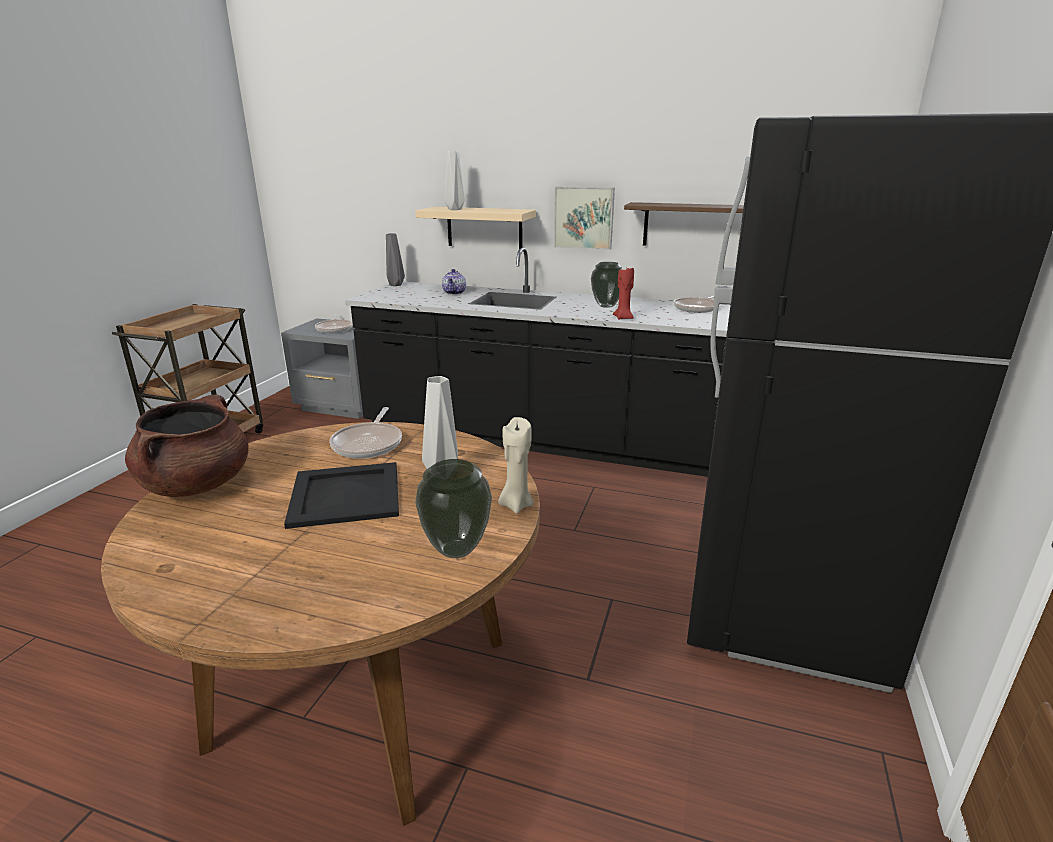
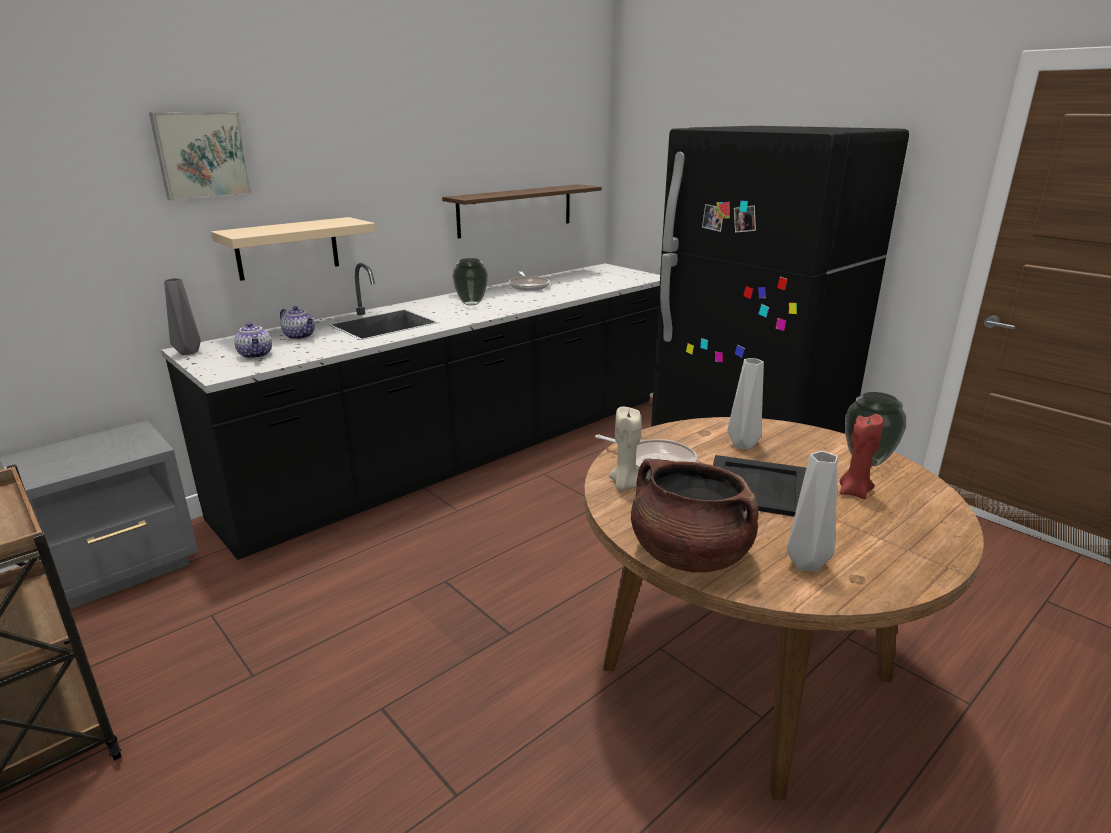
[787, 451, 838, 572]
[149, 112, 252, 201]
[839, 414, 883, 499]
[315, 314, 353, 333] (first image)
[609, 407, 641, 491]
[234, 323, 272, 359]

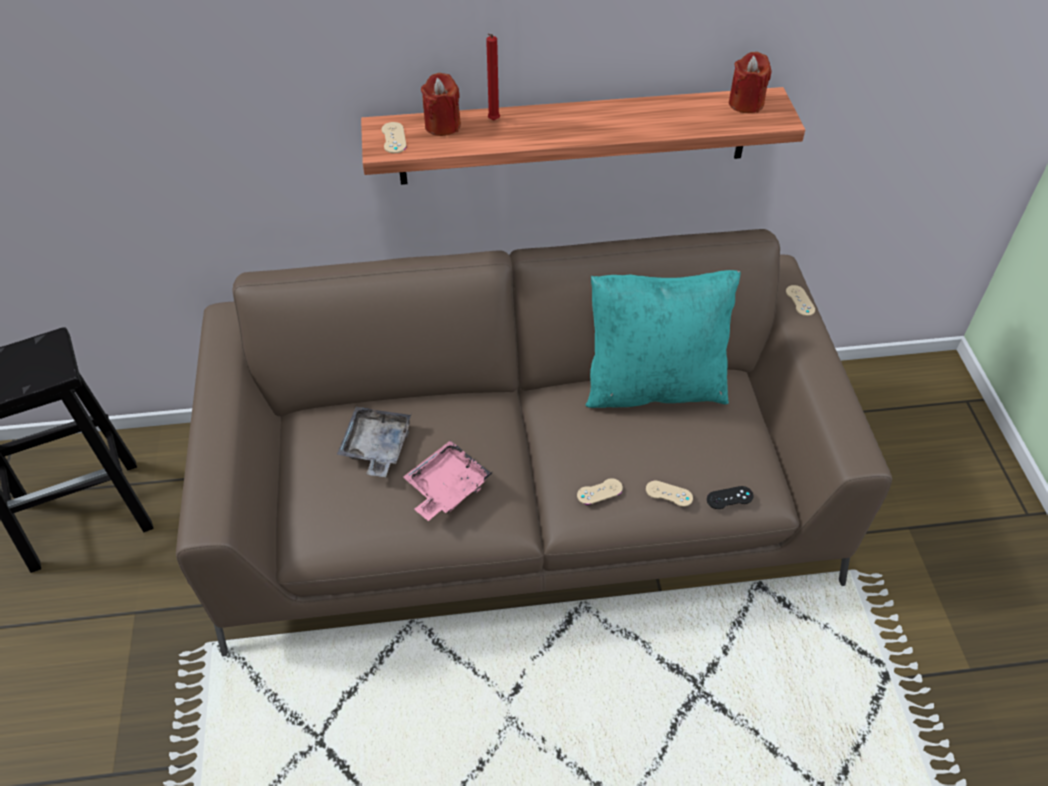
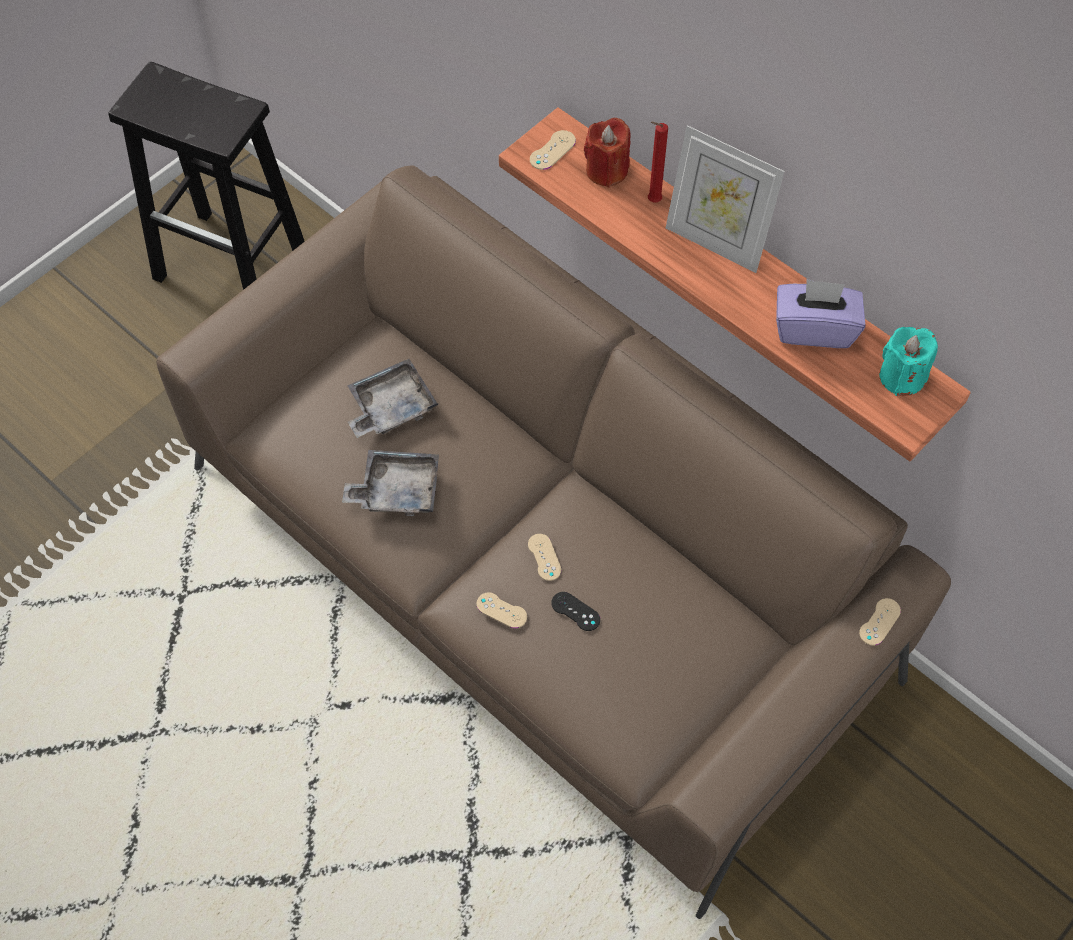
[879, 327, 938, 396]
[585, 270, 741, 408] (first image)
[342, 450, 439, 516]
[528, 534, 562, 581]
[551, 592, 600, 631]
[666, 125, 785, 273]
[776, 279, 865, 348]

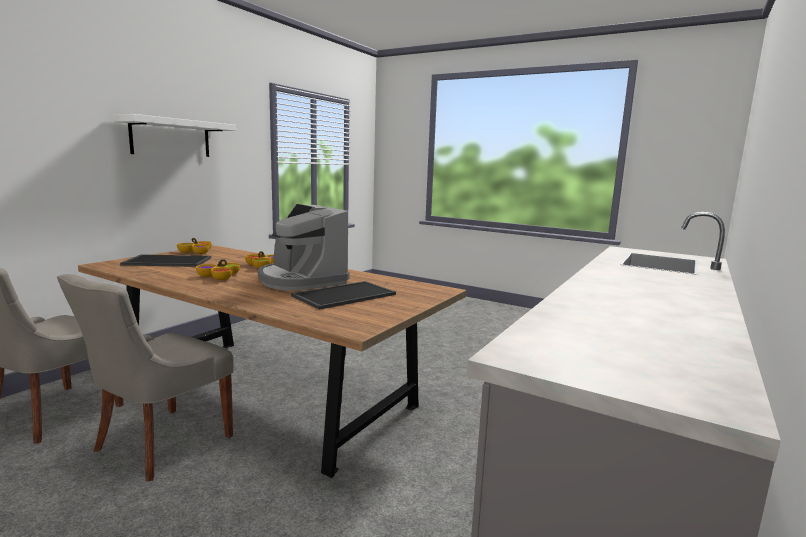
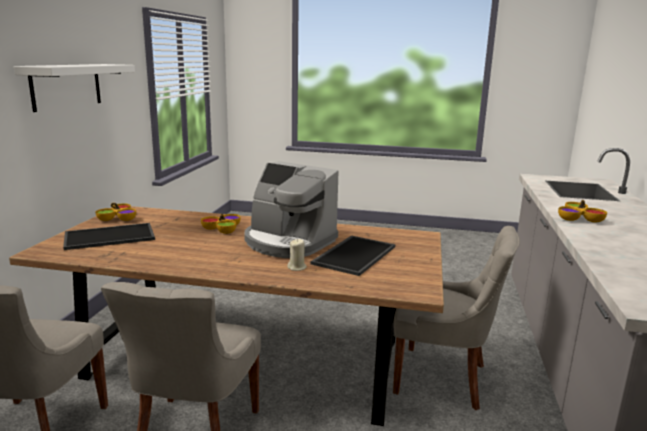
[558, 200, 607, 222]
[393, 226, 520, 410]
[288, 239, 307, 271]

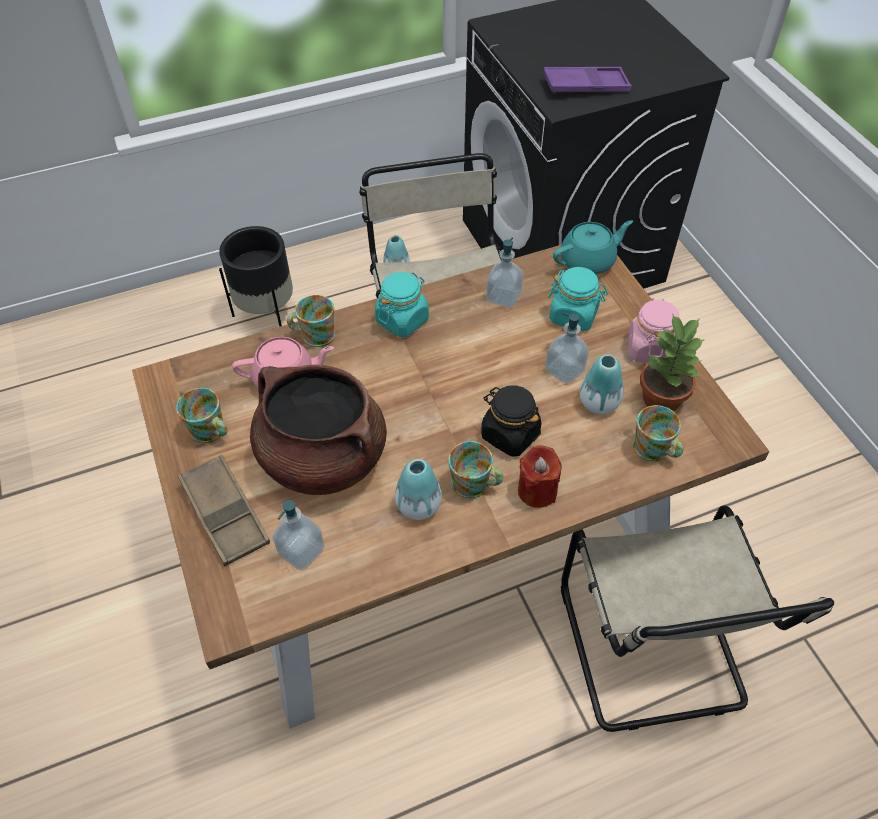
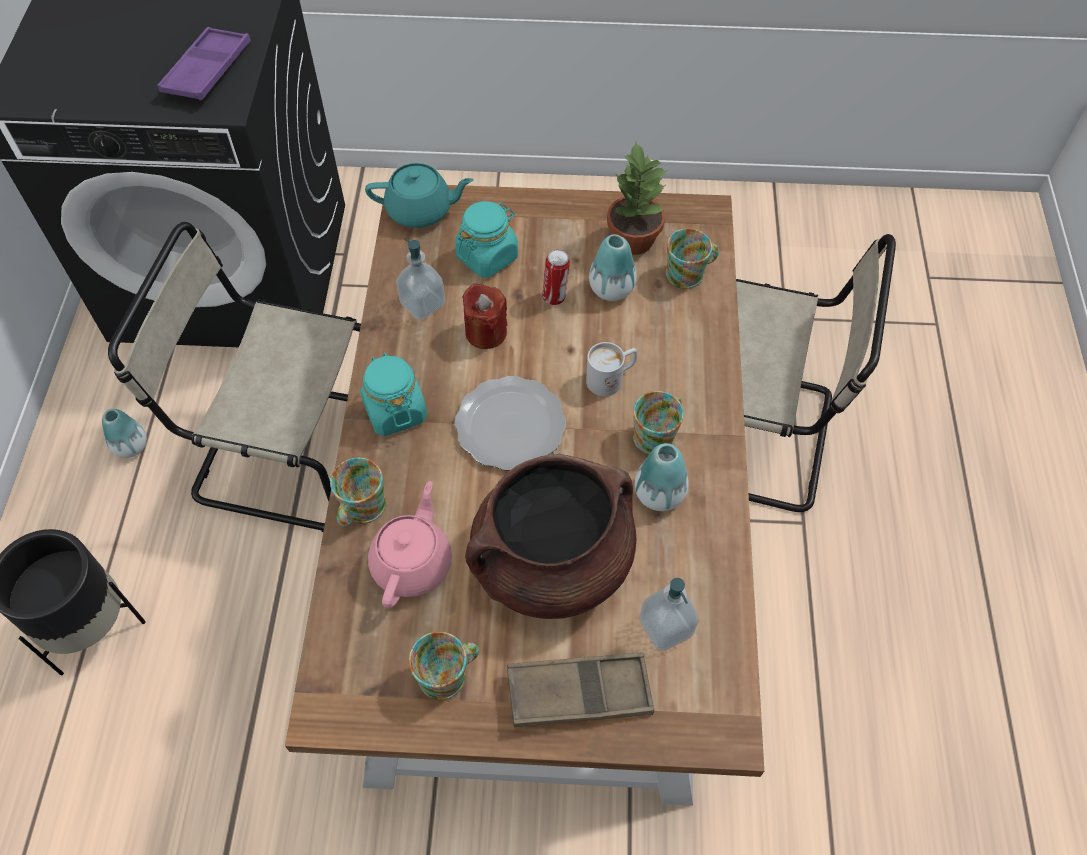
[365, 163, 473, 228]
[629, 298, 680, 363] (first image)
[542, 249, 570, 305]
[586, 342, 637, 396]
[462, 283, 507, 349]
[454, 376, 566, 470]

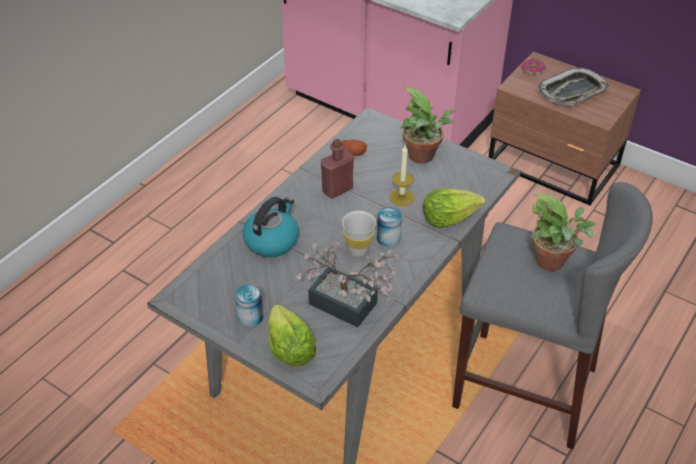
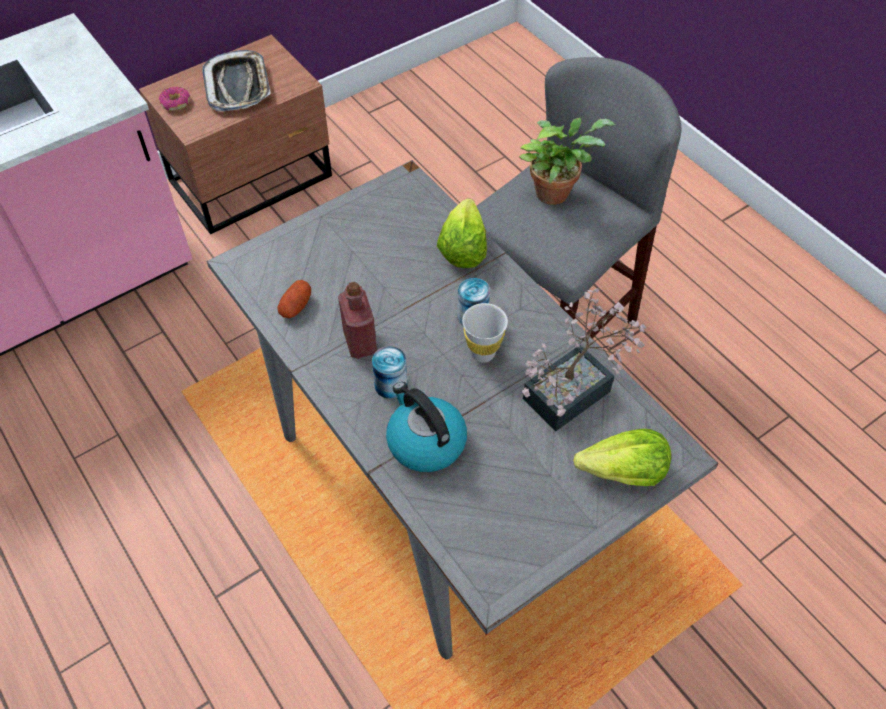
[400, 87, 455, 164] (first image)
[389, 145, 414, 206] (first image)
[372, 346, 407, 399]

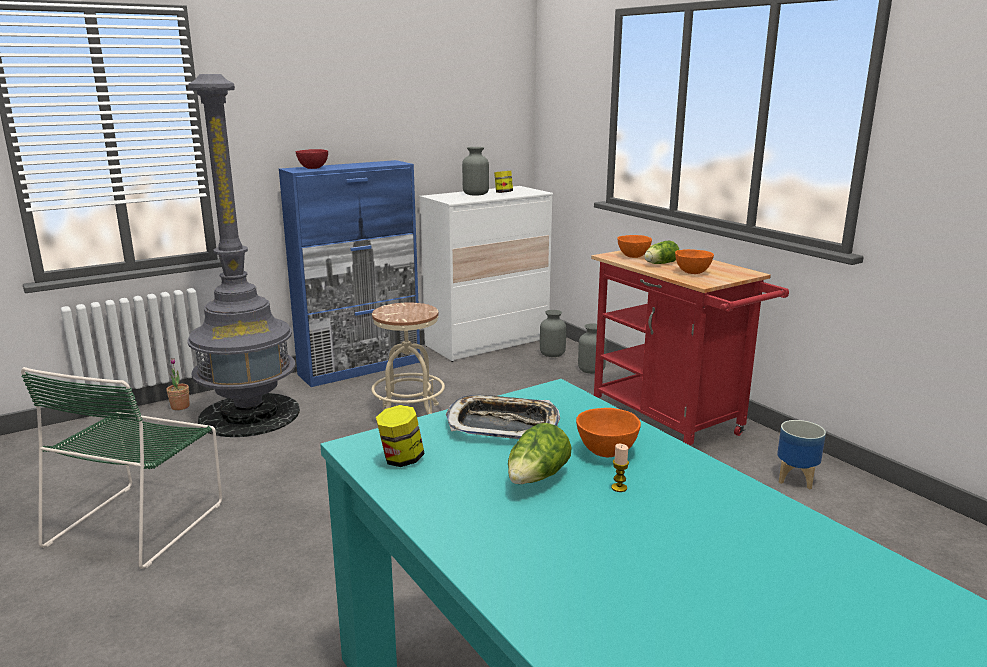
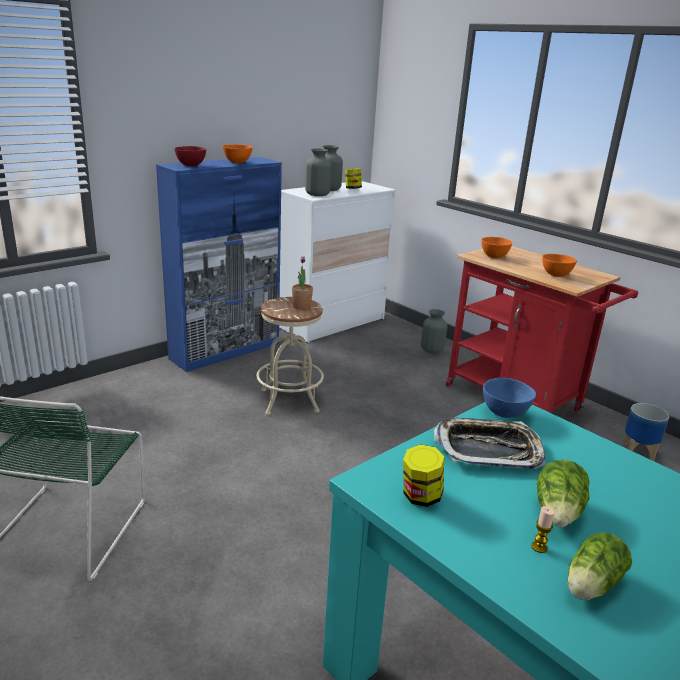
[187, 74, 300, 437] (first image)
[568, 532, 632, 600]
[305, 148, 332, 196]
[292, 256, 313, 310]
[223, 145, 253, 164]
[531, 506, 554, 553]
[483, 378, 536, 418]

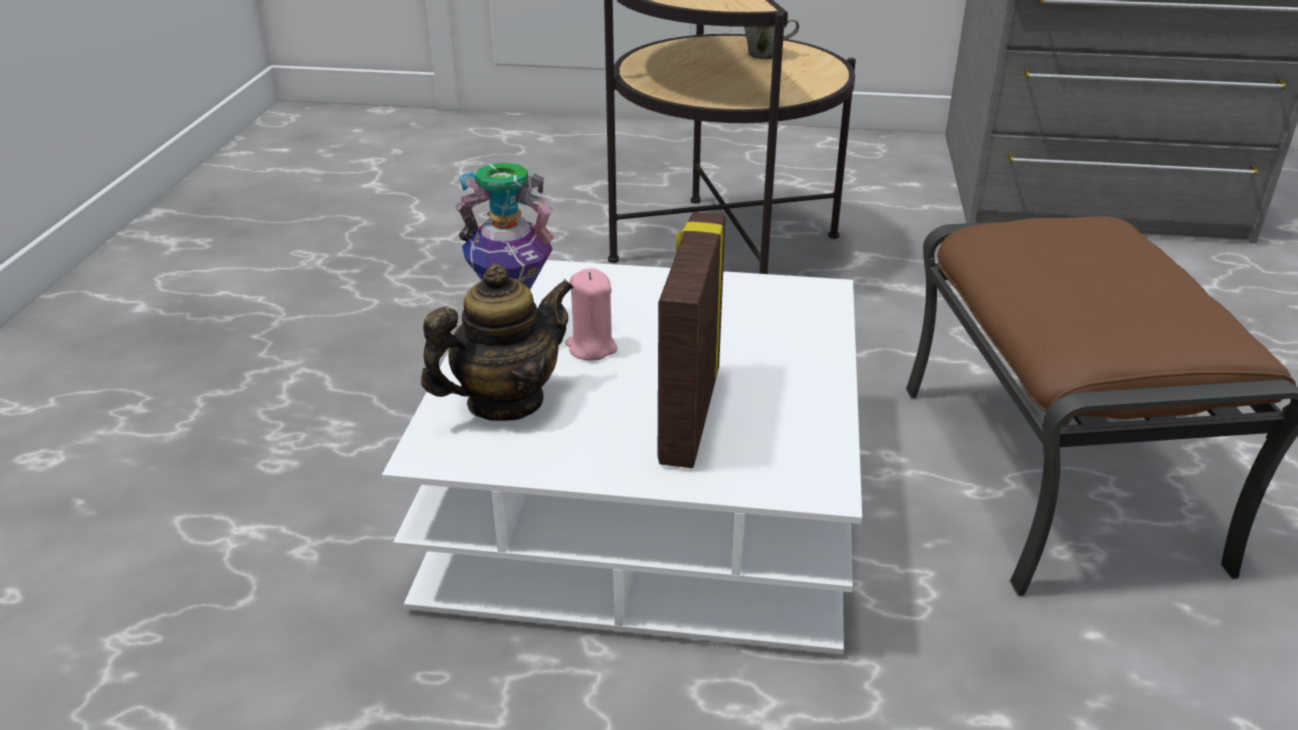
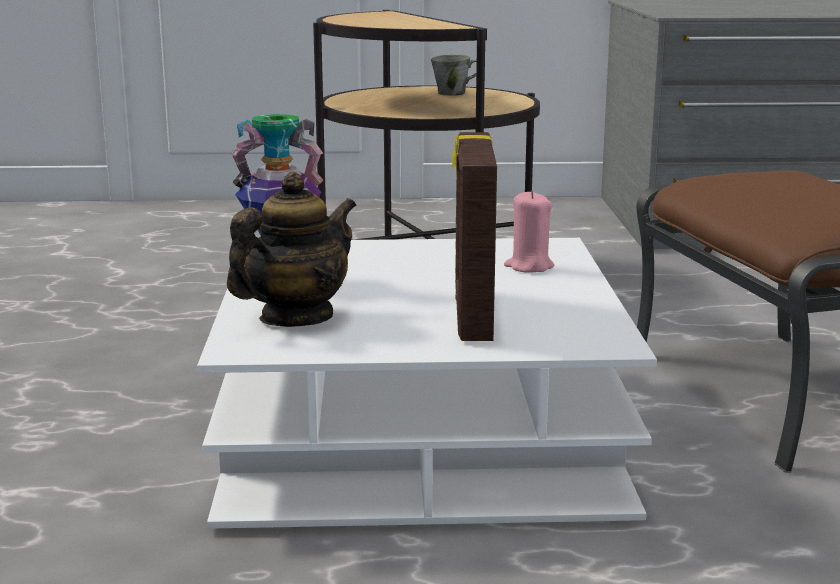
[504, 191, 554, 273]

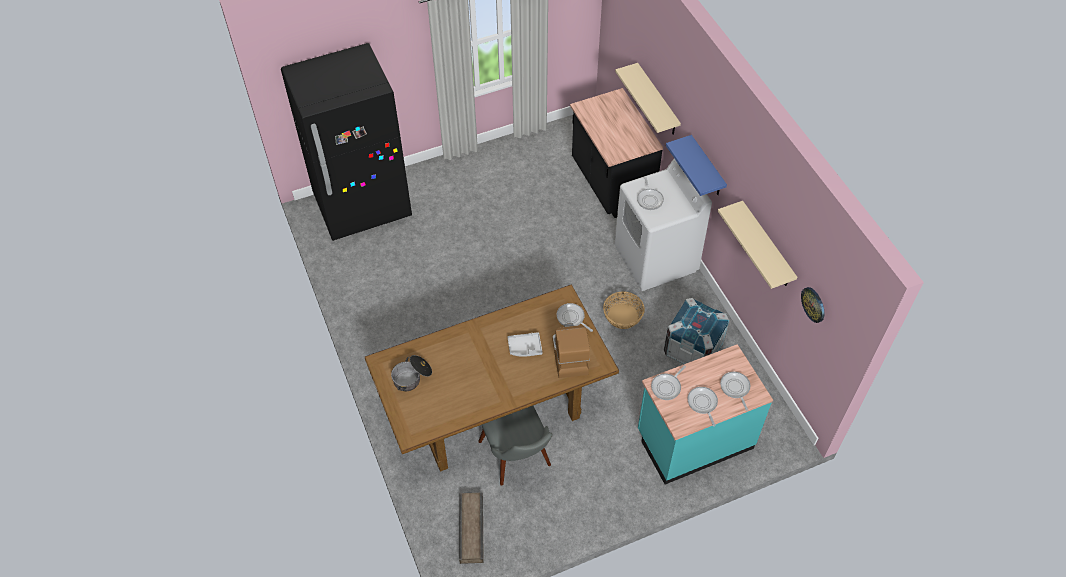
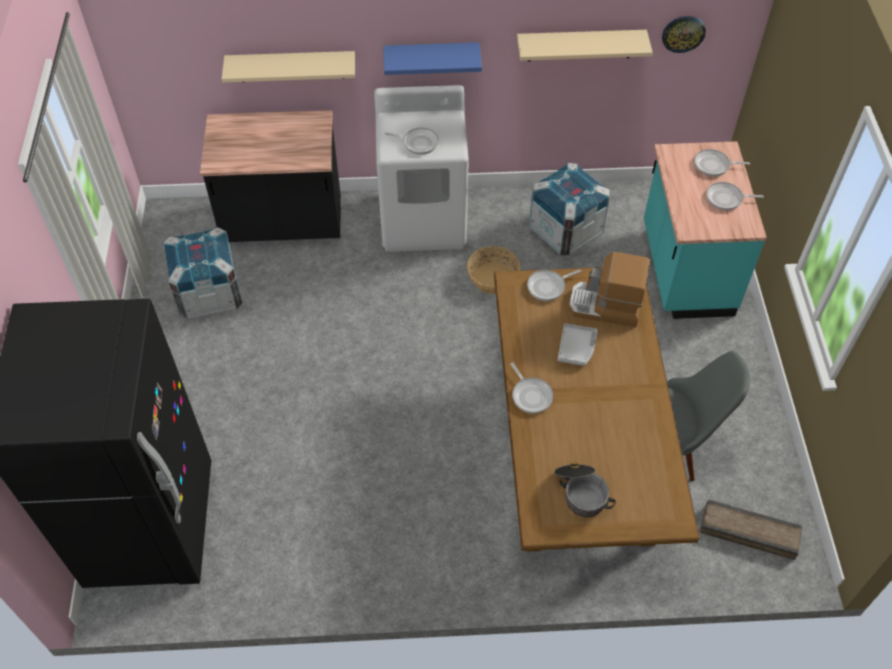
[510, 362, 553, 414]
[163, 227, 243, 320]

